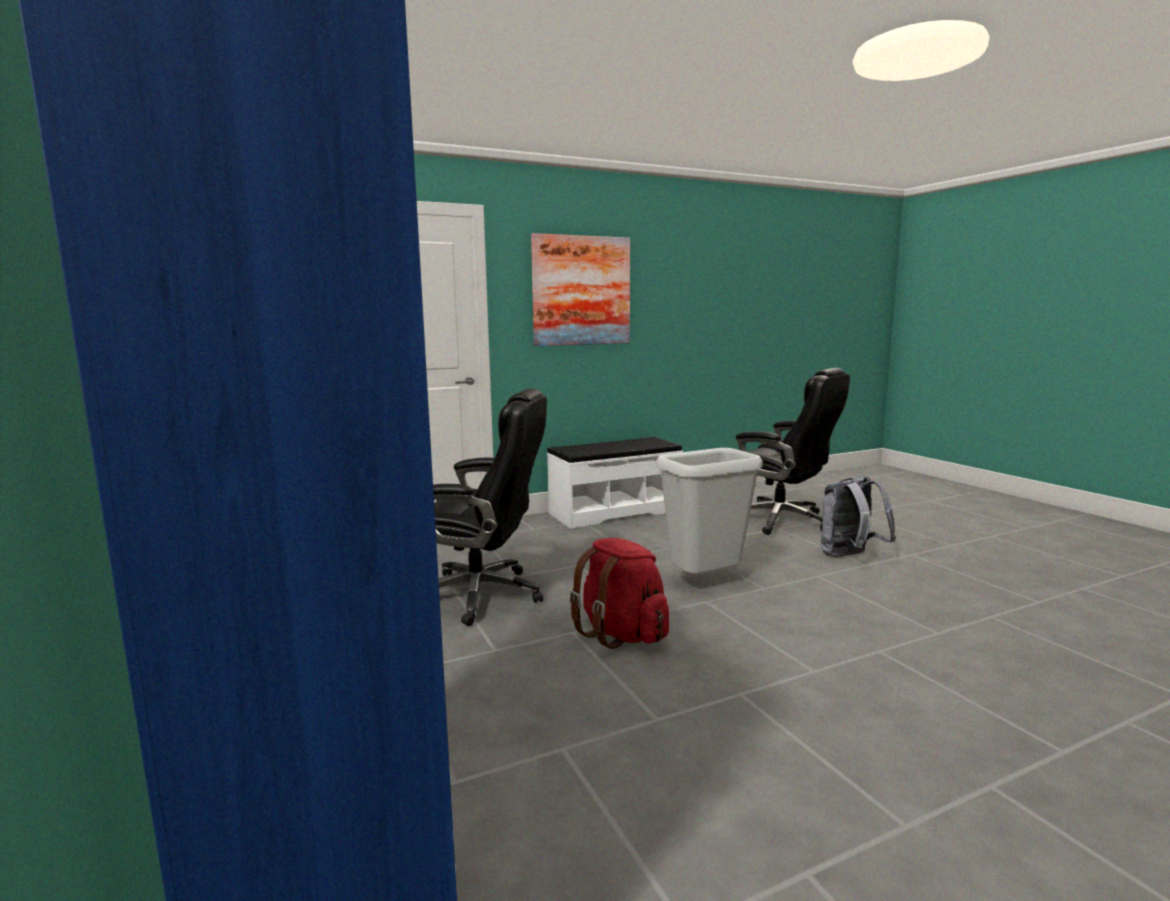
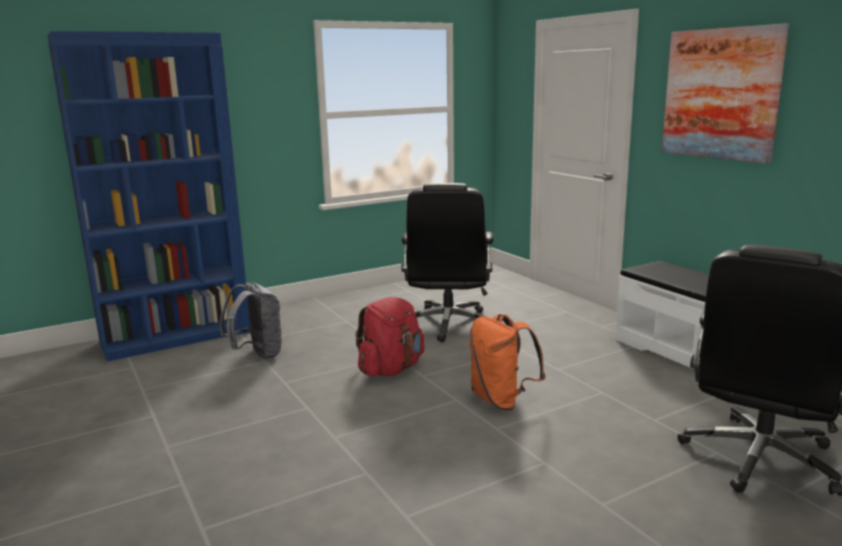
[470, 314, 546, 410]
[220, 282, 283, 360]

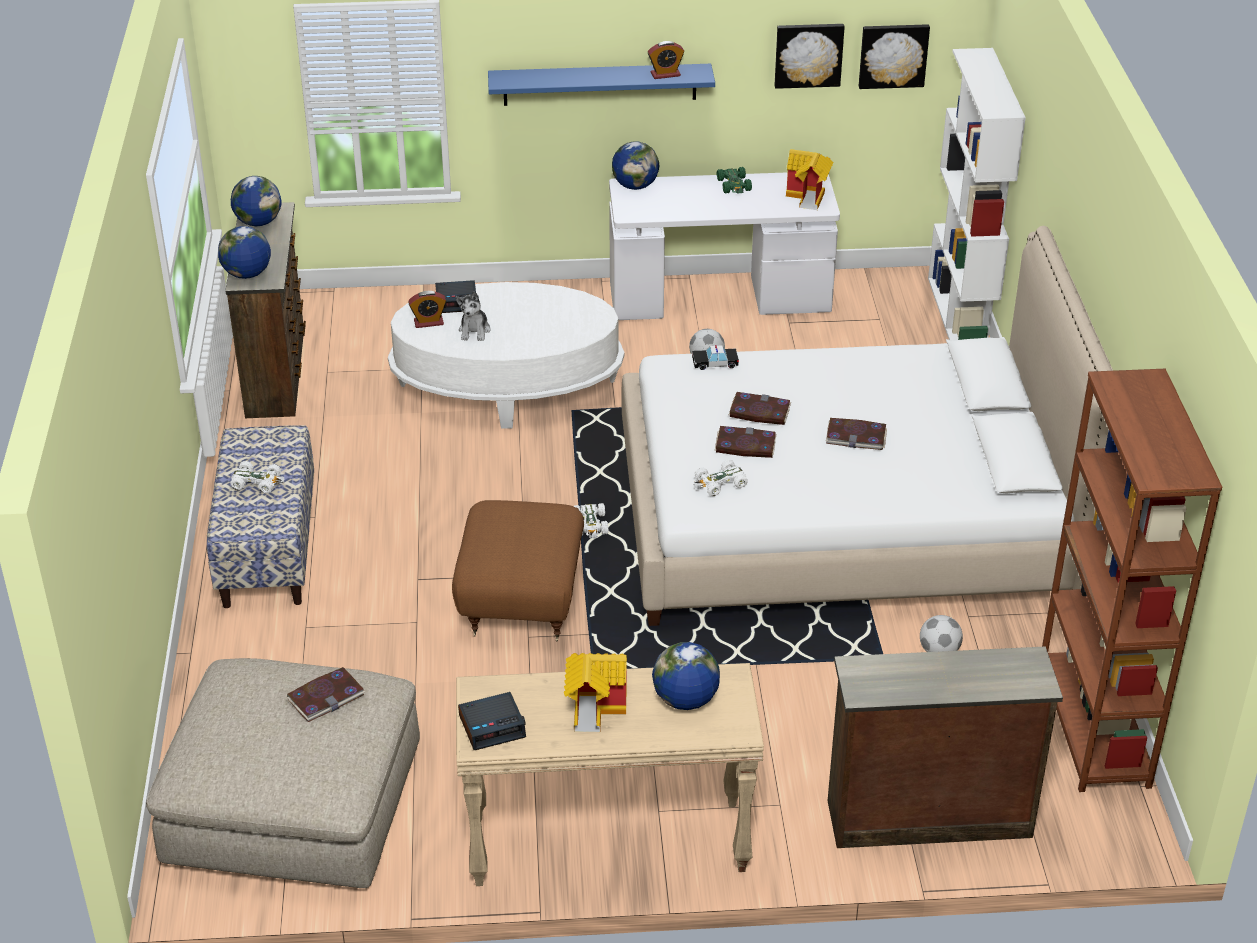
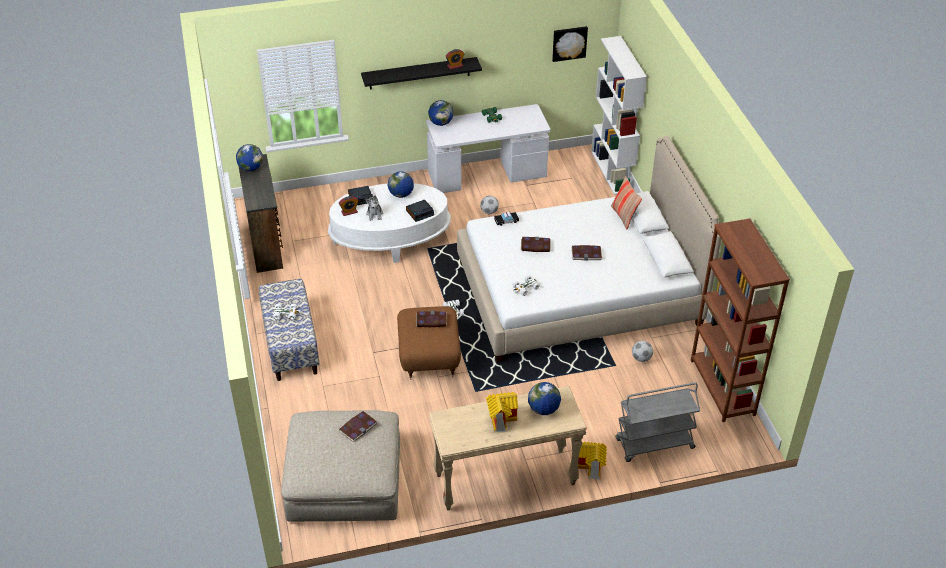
[775, 24, 844, 89] (first image)
[361, 57, 482, 89]
[578, 442, 607, 480]
[388, 171, 414, 198]
[416, 311, 447, 327]
[616, 382, 700, 462]
[406, 200, 434, 222]
[611, 176, 642, 229]

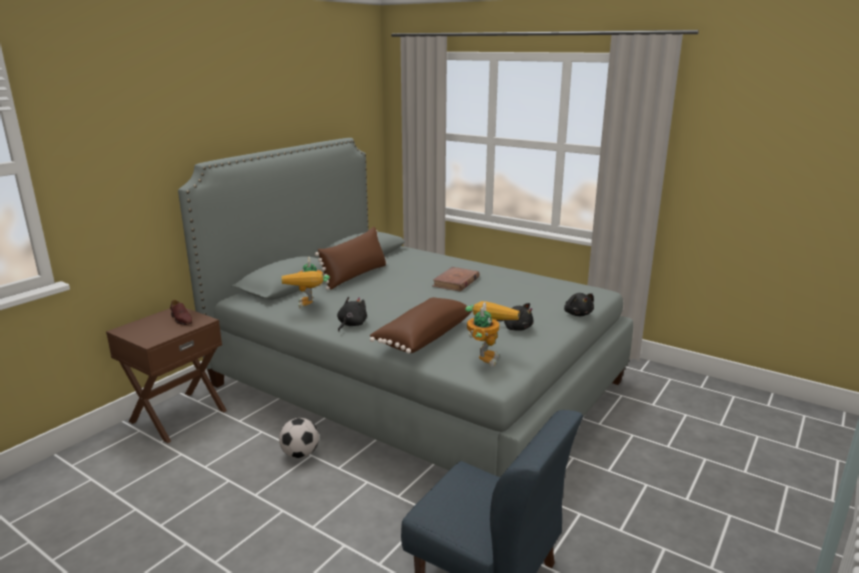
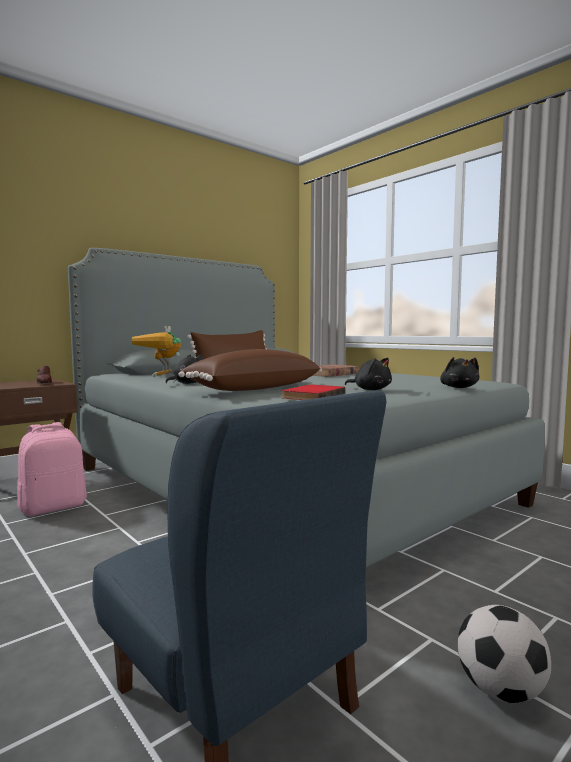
[281, 385, 346, 400]
[458, 605, 551, 703]
[17, 422, 87, 516]

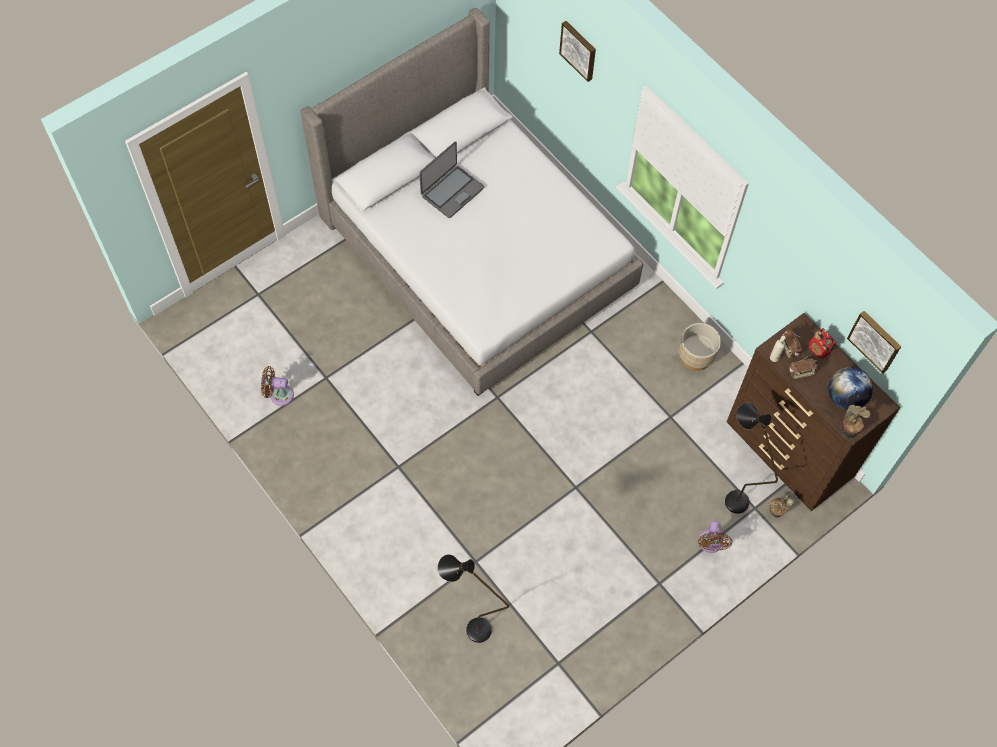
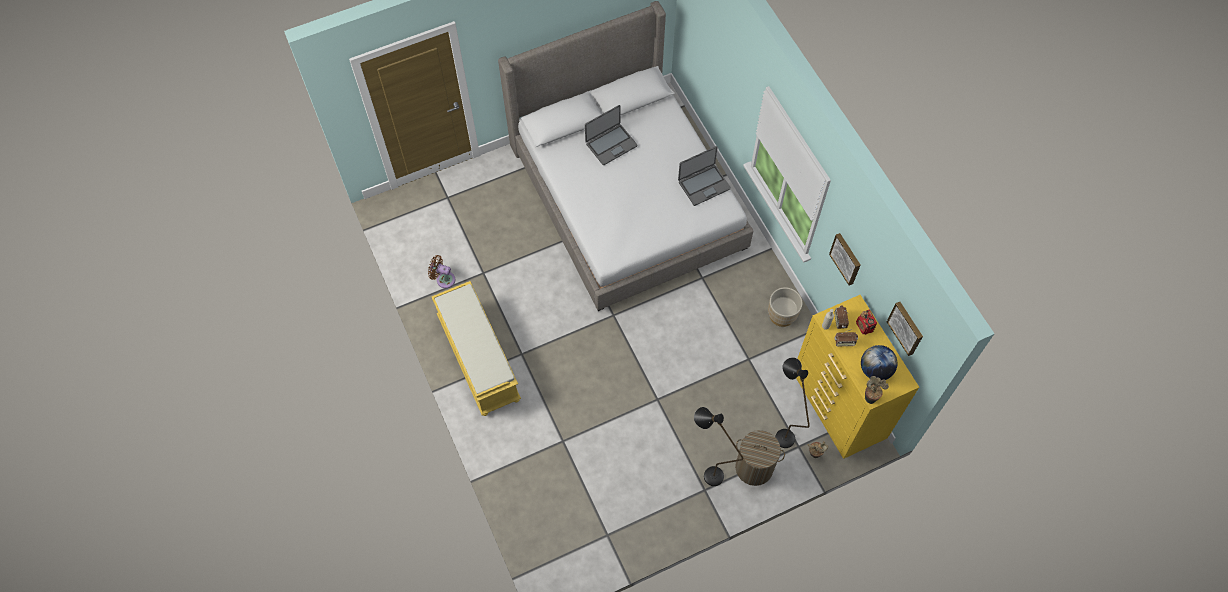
[829, 233, 860, 285]
[796, 295, 919, 459]
[735, 430, 785, 486]
[694, 407, 743, 486]
[678, 146, 731, 206]
[432, 281, 521, 416]

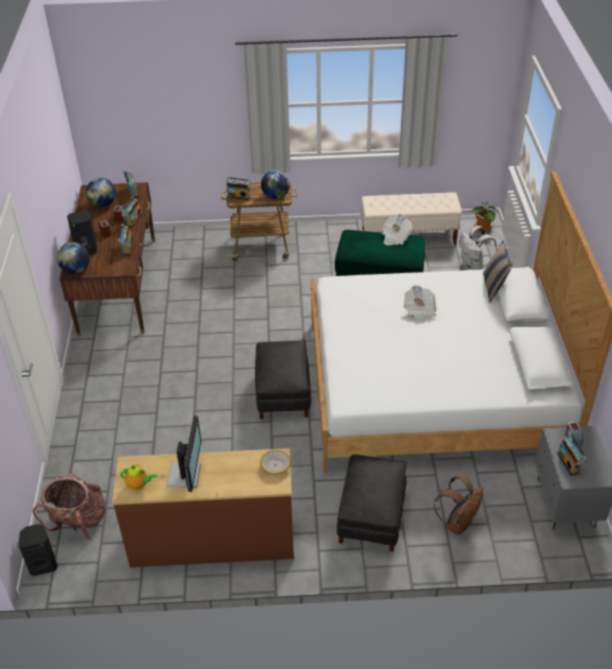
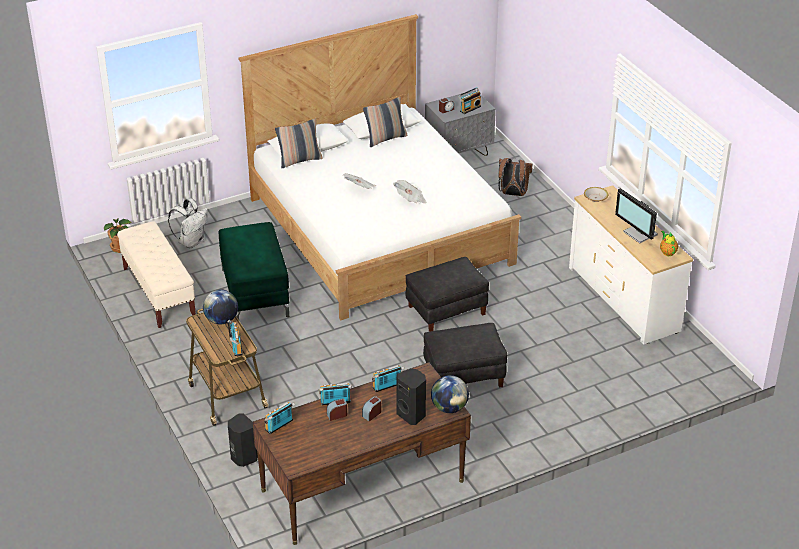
[86, 178, 116, 207] (first image)
[393, 180, 427, 203]
[615, 188, 658, 243]
[569, 185, 693, 344]
[423, 323, 507, 388]
[33, 473, 106, 539] (first image)
[228, 413, 258, 467]
[363, 97, 407, 147]

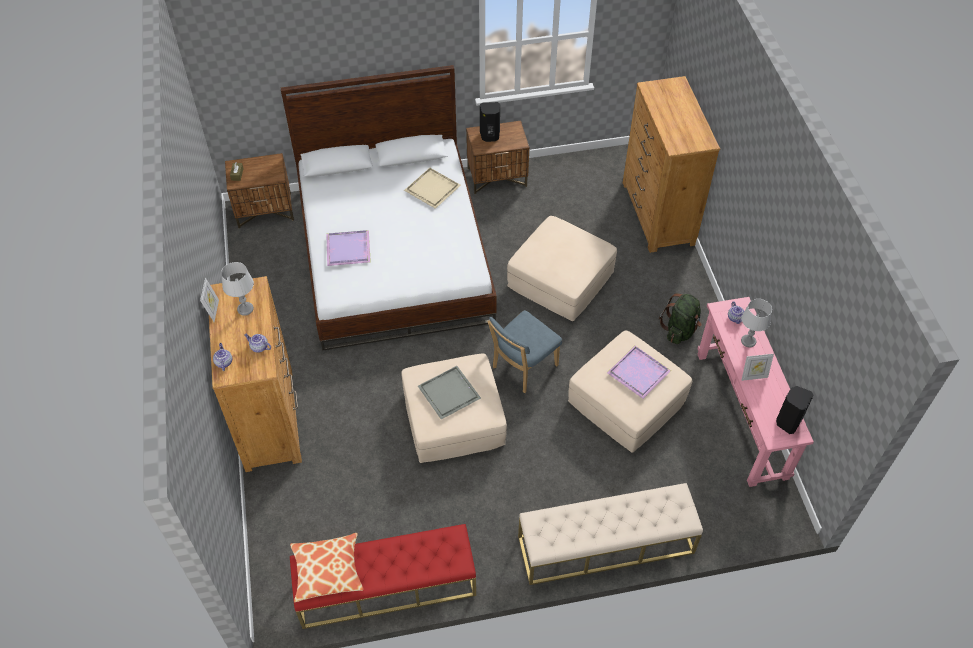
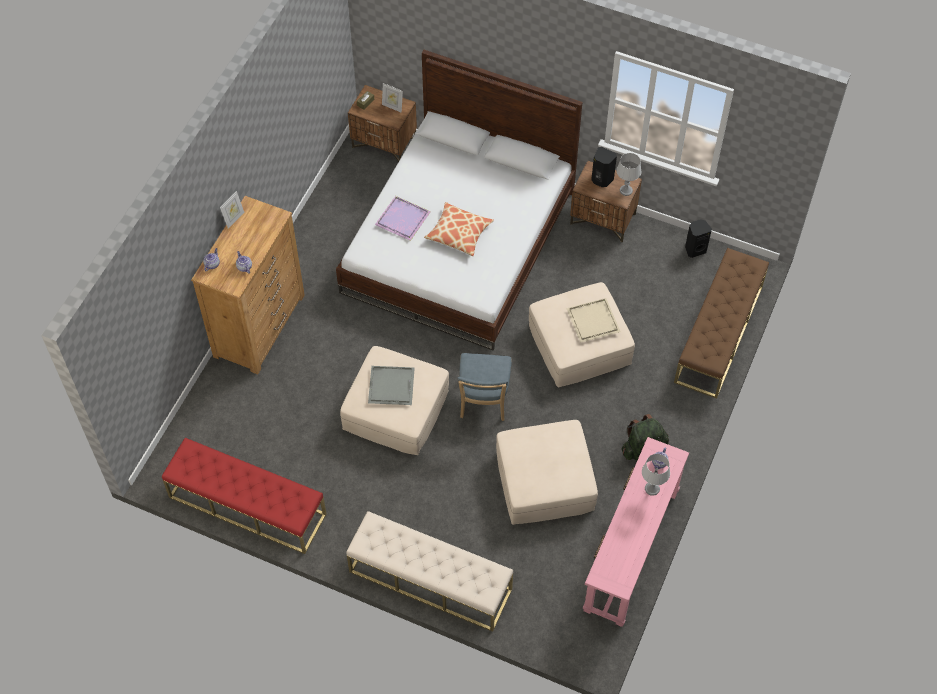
[674, 248, 769, 399]
[566, 298, 620, 343]
[616, 153, 641, 196]
[457, 353, 512, 421]
[607, 346, 671, 399] (first image)
[382, 83, 403, 113]
[685, 219, 712, 258]
[424, 202, 494, 256]

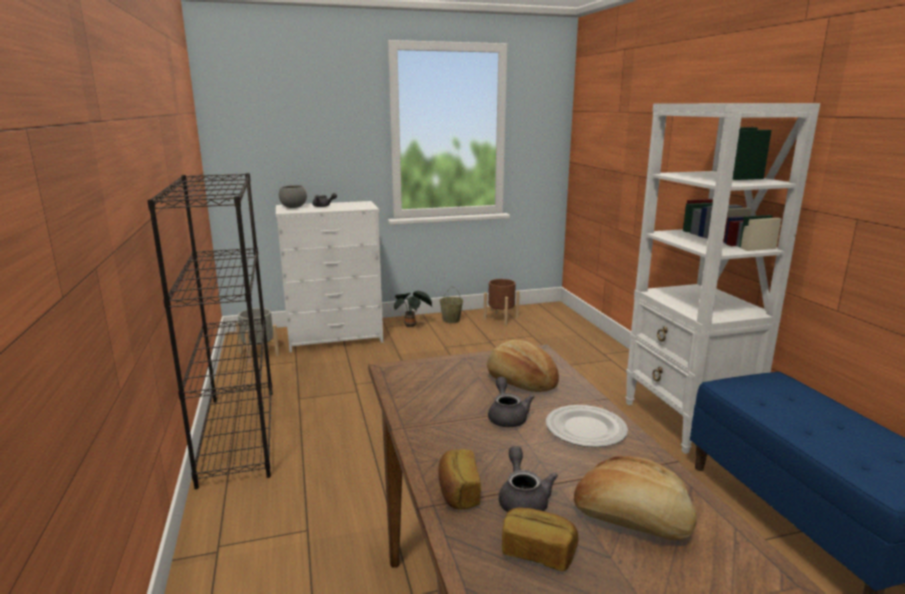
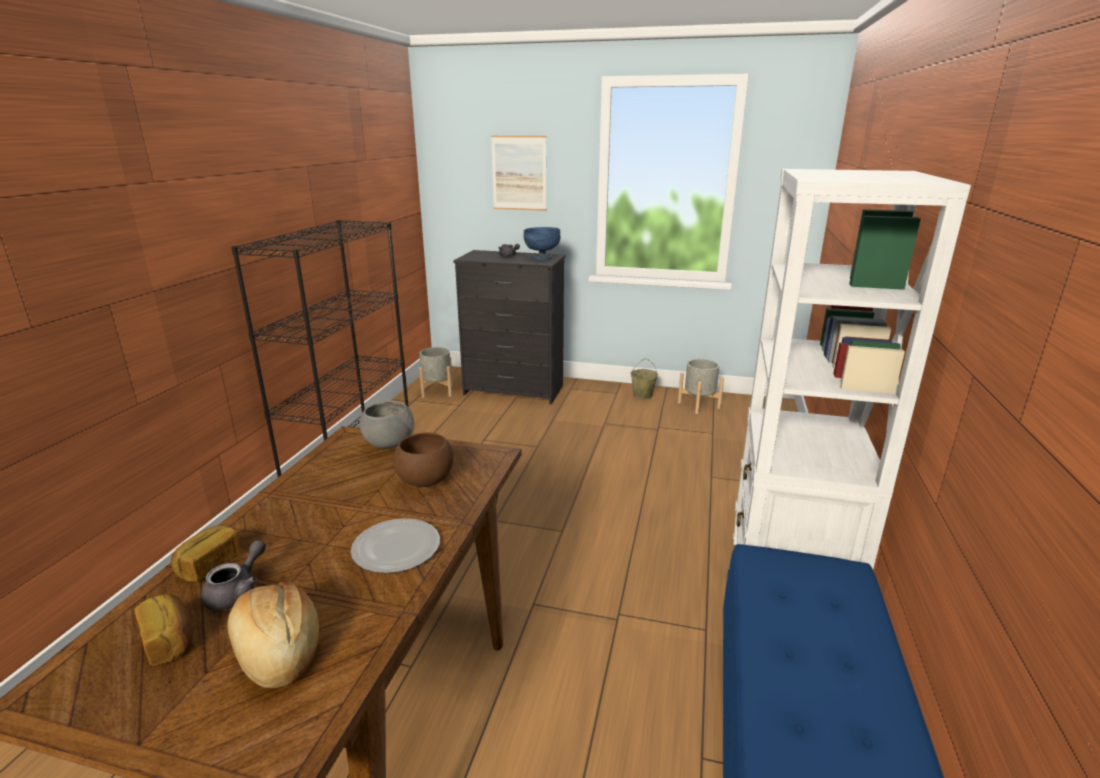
[360, 401, 414, 449]
[453, 250, 565, 405]
[678, 359, 724, 414]
[394, 291, 433, 327] (first image)
[393, 432, 453, 487]
[488, 377, 534, 427] (first image)
[491, 136, 546, 211]
[524, 227, 561, 260]

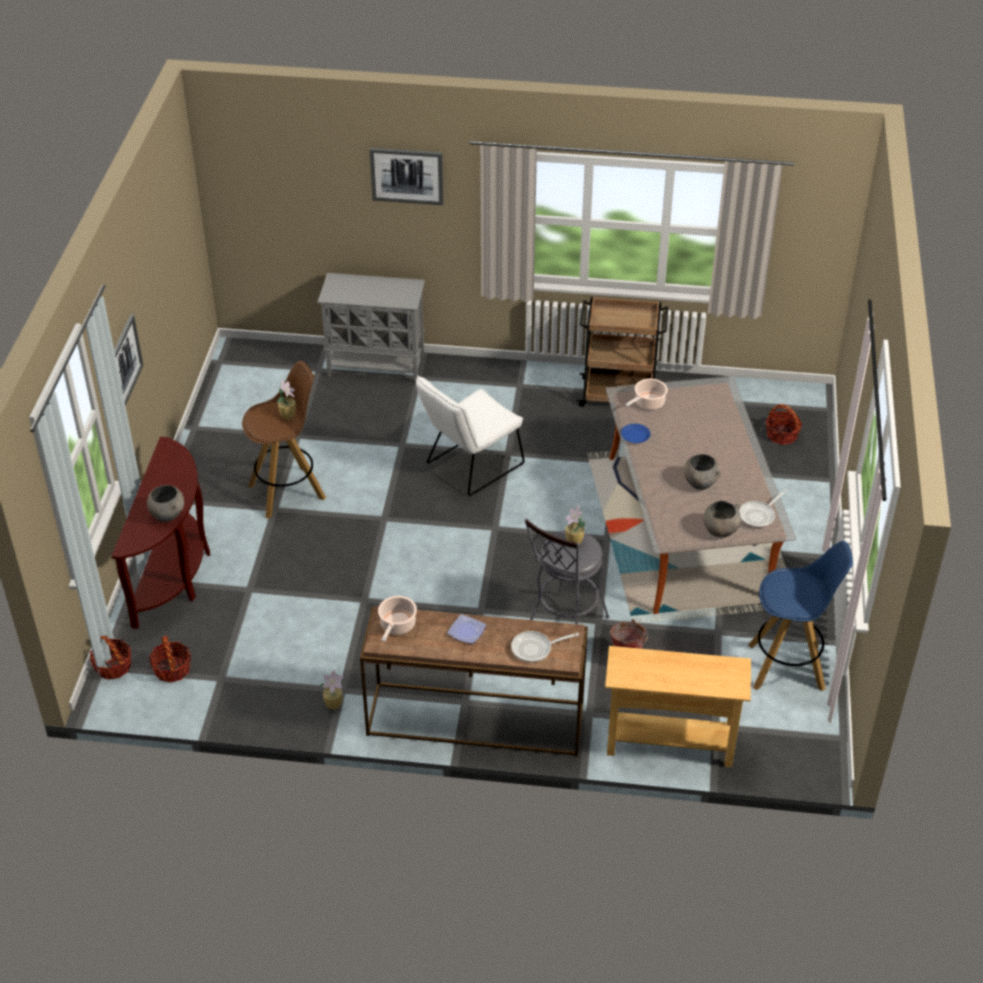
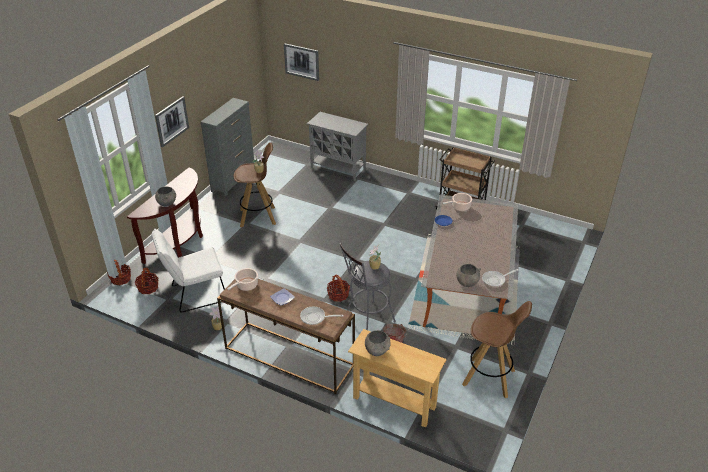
[284, 43, 319, 81]
[152, 228, 225, 313]
[327, 274, 350, 302]
[365, 330, 391, 356]
[462, 301, 532, 398]
[200, 98, 254, 196]

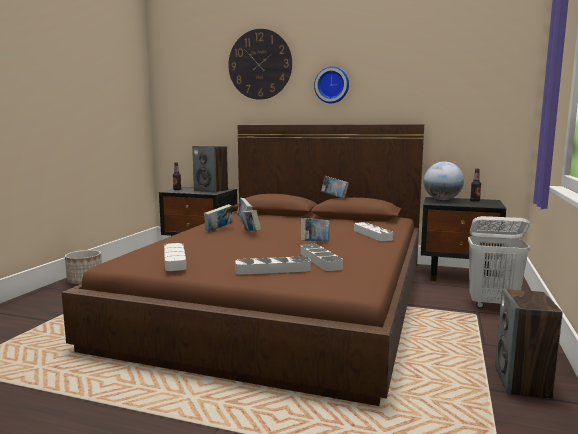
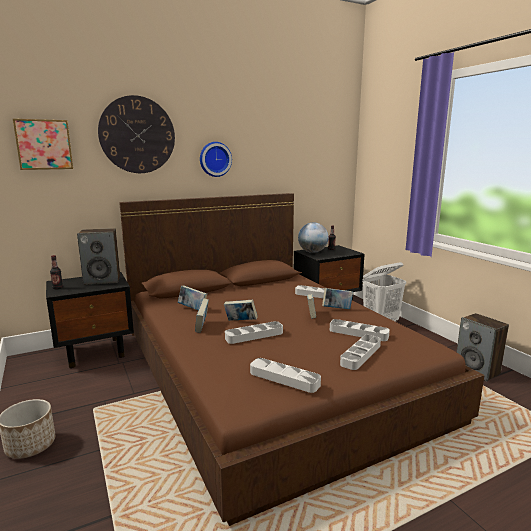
[322, 288, 353, 309]
[13, 119, 73, 170]
[225, 321, 283, 344]

